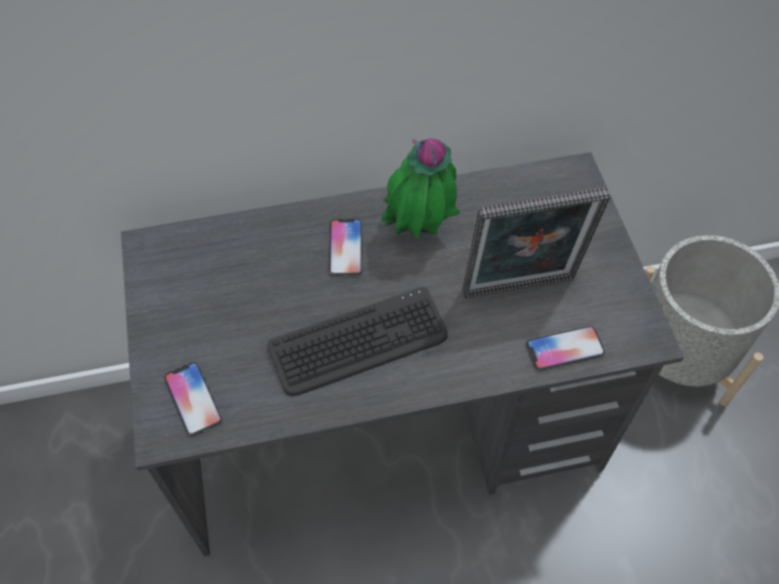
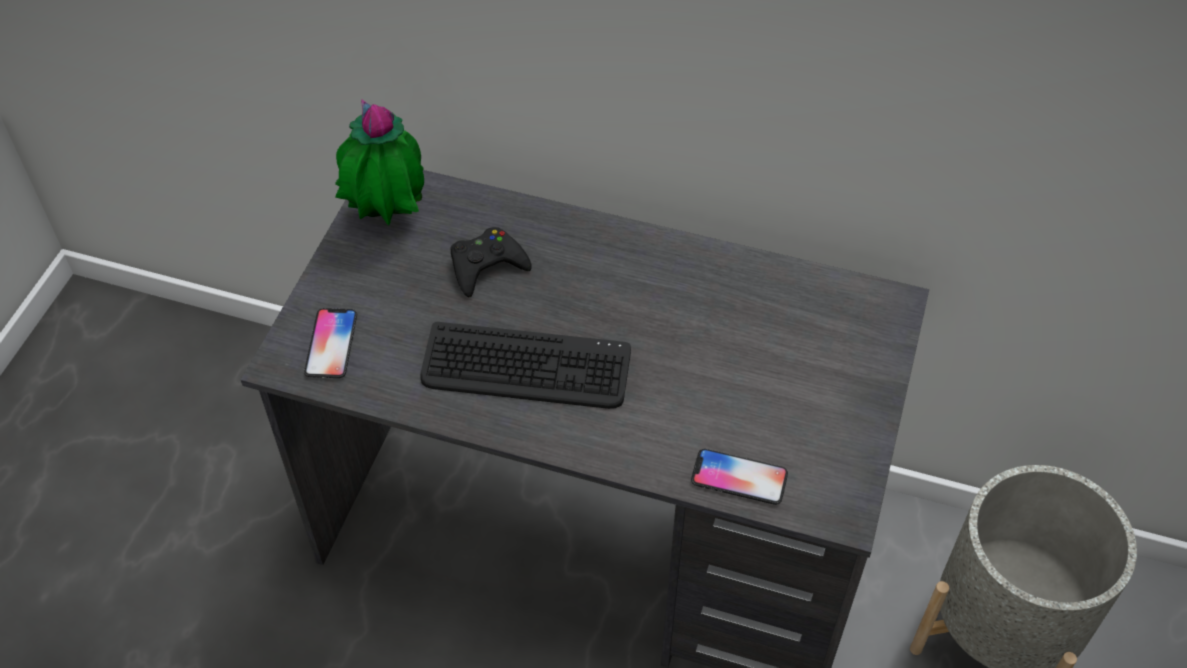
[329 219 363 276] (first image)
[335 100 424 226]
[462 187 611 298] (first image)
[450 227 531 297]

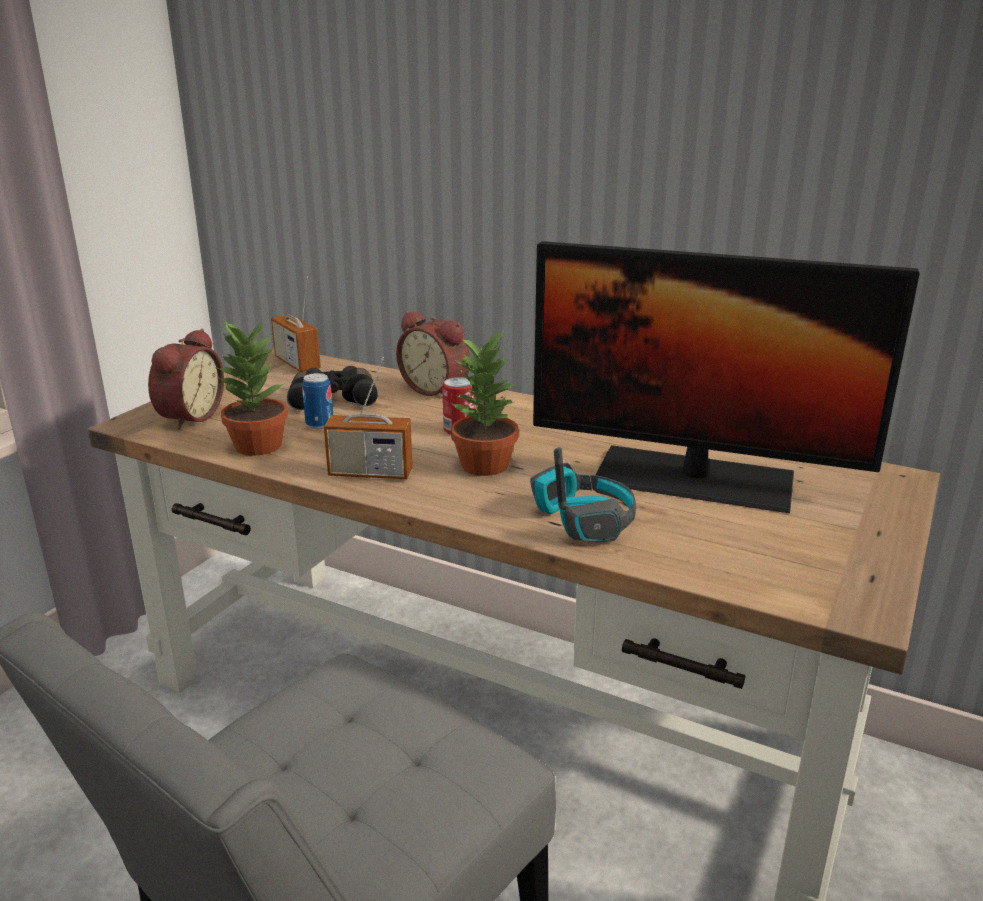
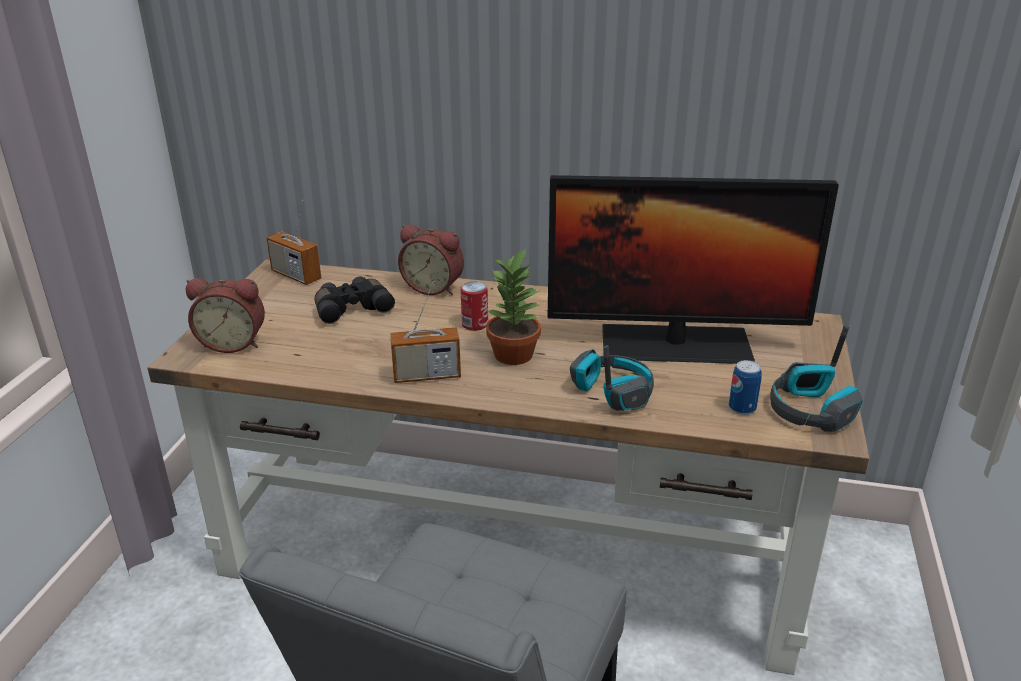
[186 278 265 353]
[216 321 288 456] (first image)
[729 360 762 415]
[770 325 863 432]

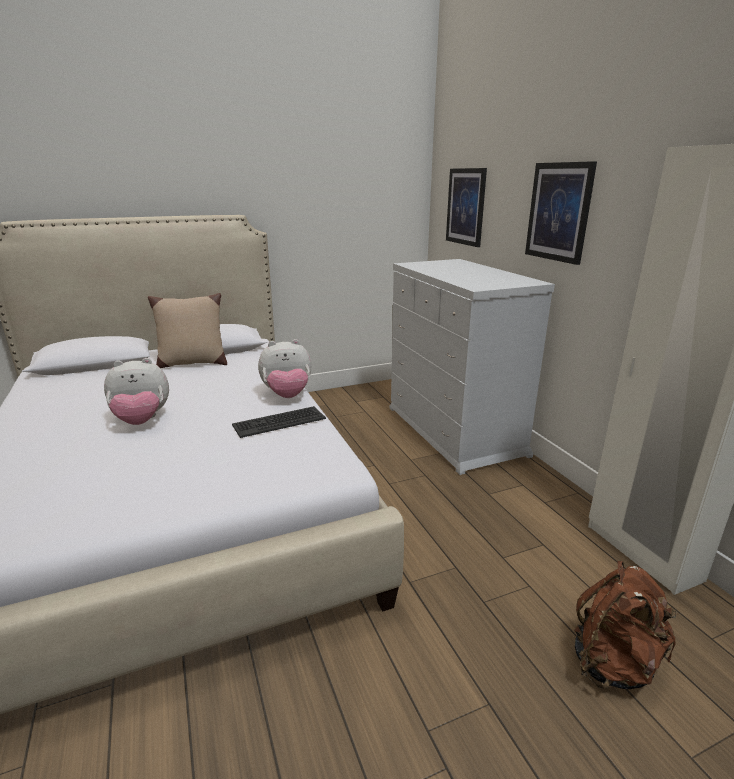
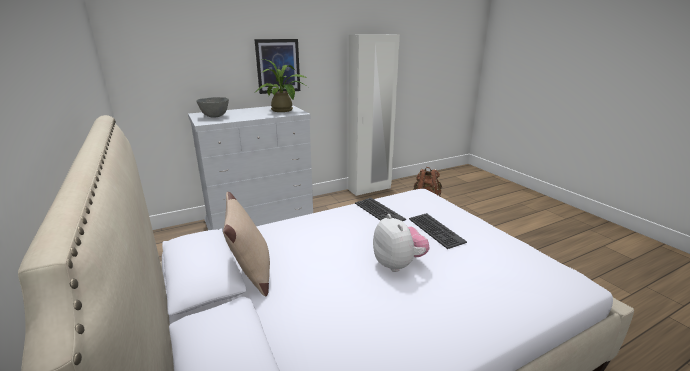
[258 339 311 398] (first image)
[446 168 487 247] (first image)
[196 97 229 118]
[254 59 308 112]
[409 213 467 249]

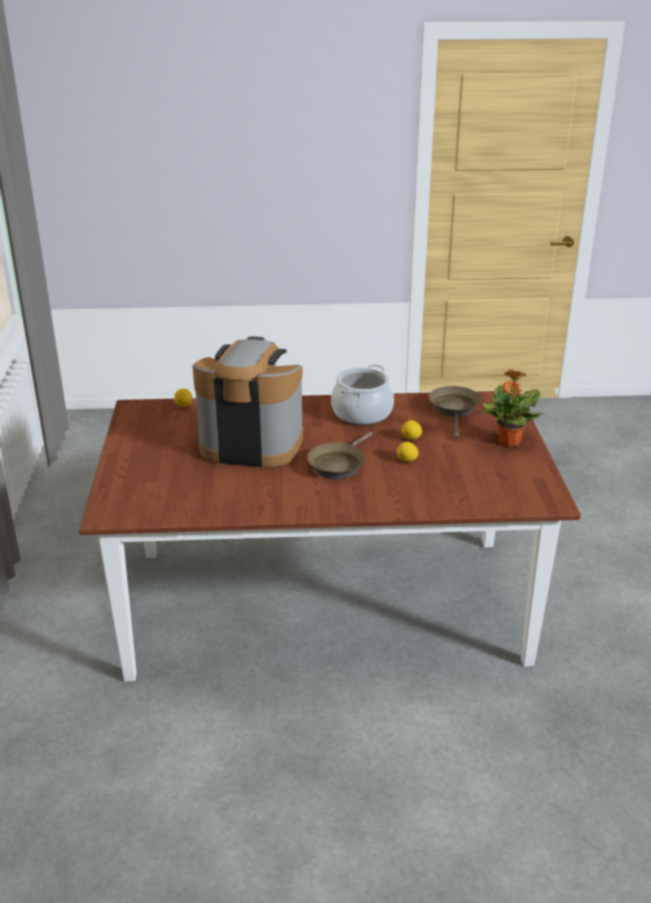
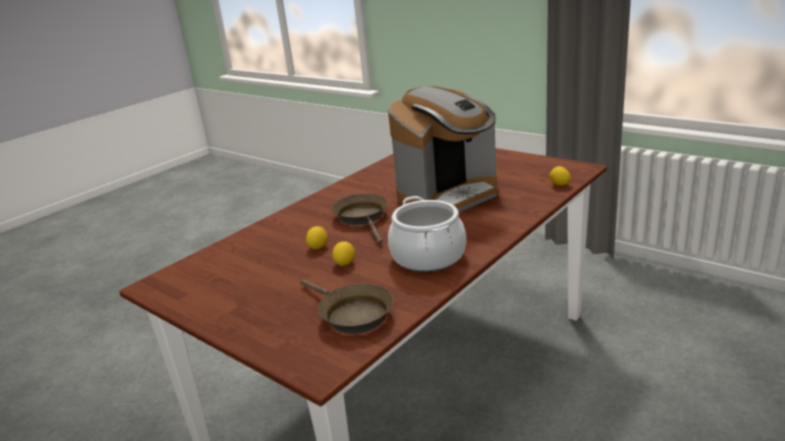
[481 370 543 447] (first image)

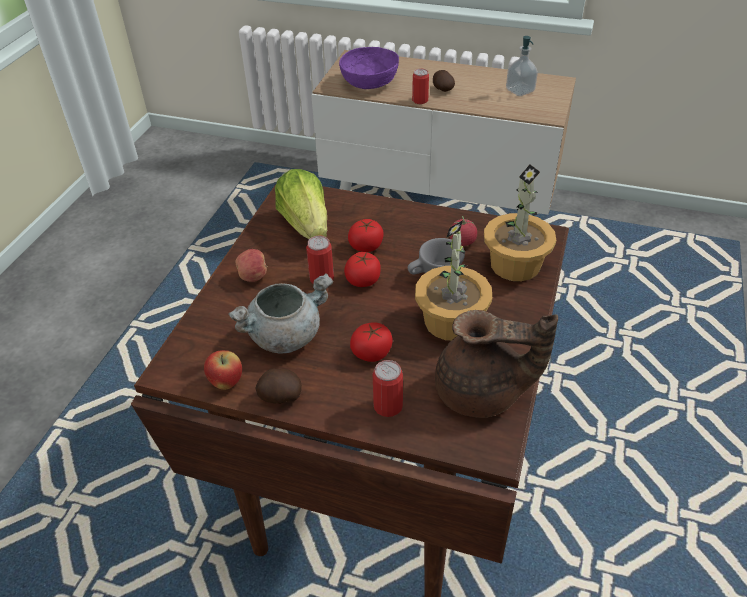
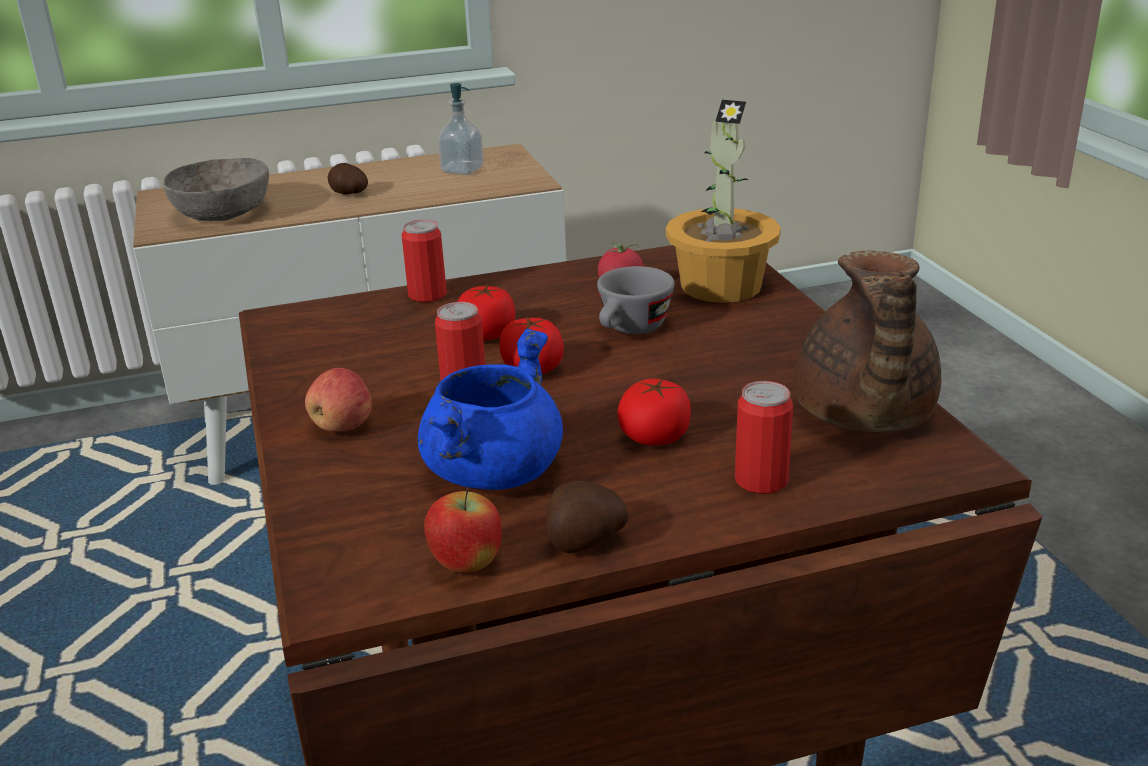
[417 329 563 490]
[275 169 327 239] (first image)
[163 158 269 221]
[402 220 447 302]
[415 220 492 341] (first image)
[794 250 941 432]

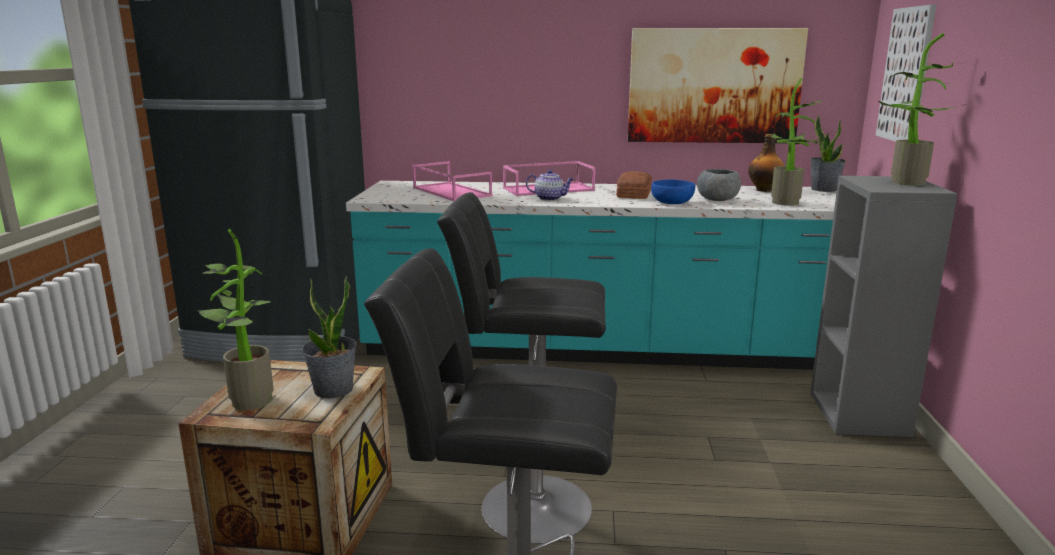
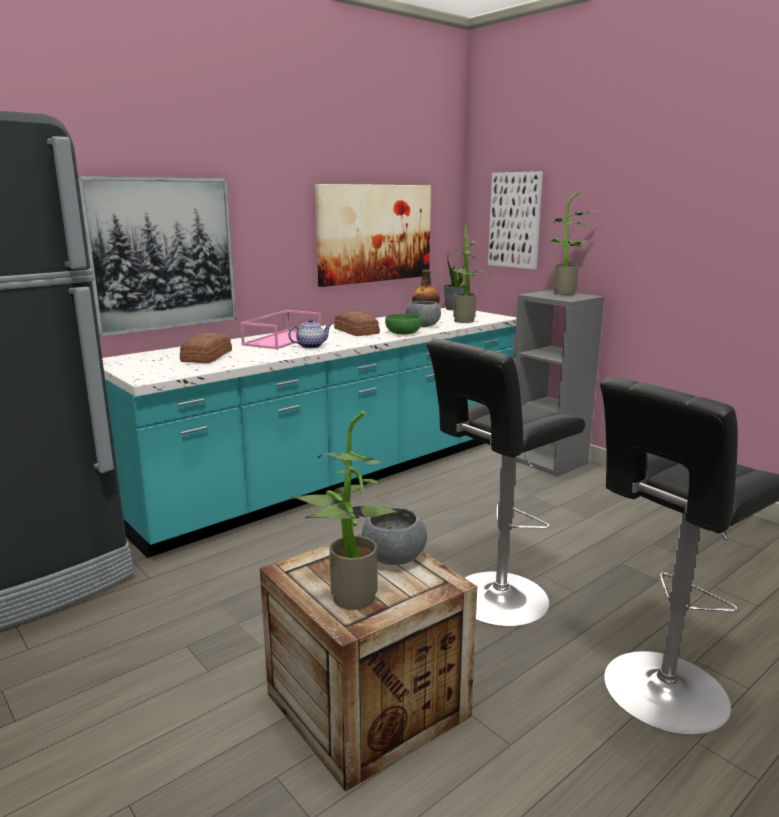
[362 507 427 565]
[180 332 232 363]
[385 314 422 335]
[78 176 237 337]

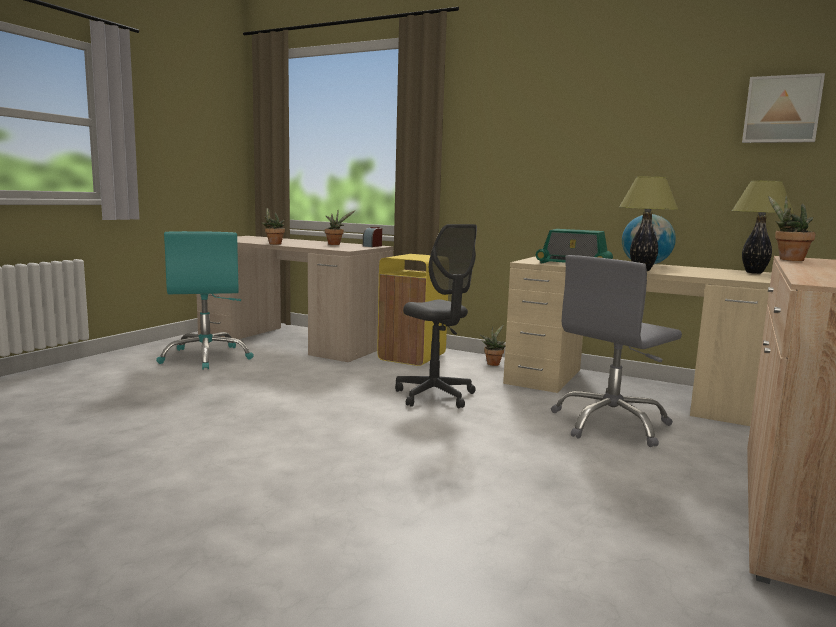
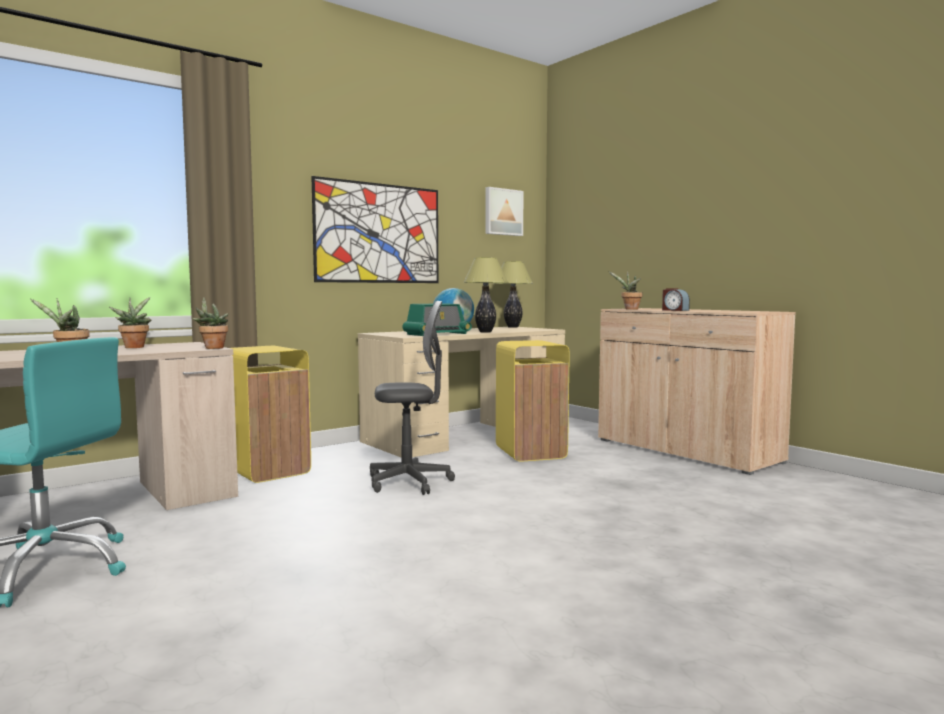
[662 288 690 311]
[192 297 229 349]
[496 340 570 461]
[311 176 438 283]

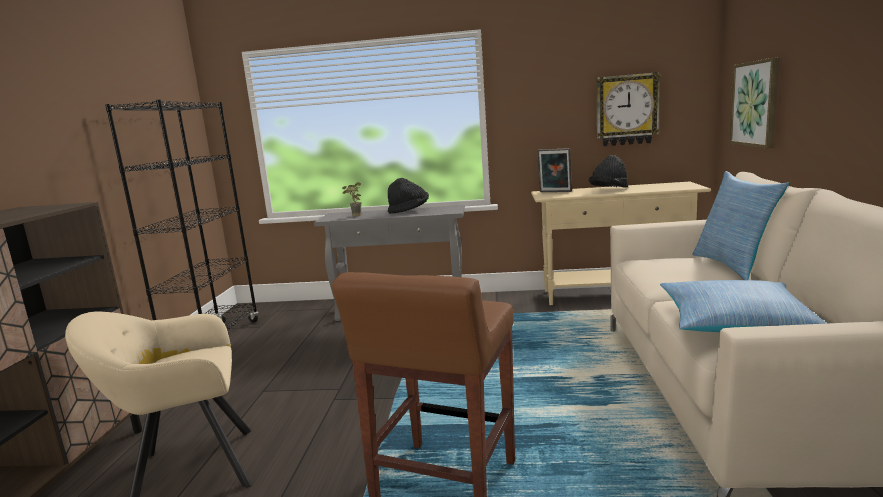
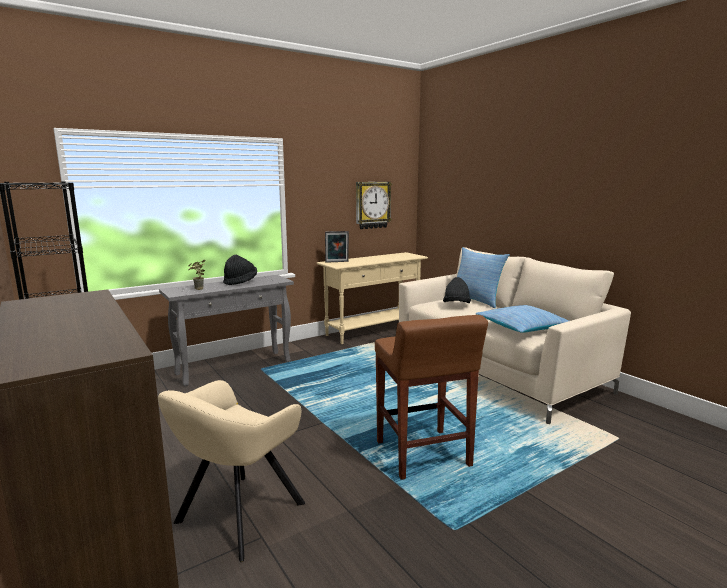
[443 277 471 303]
[729 57 779 148] (first image)

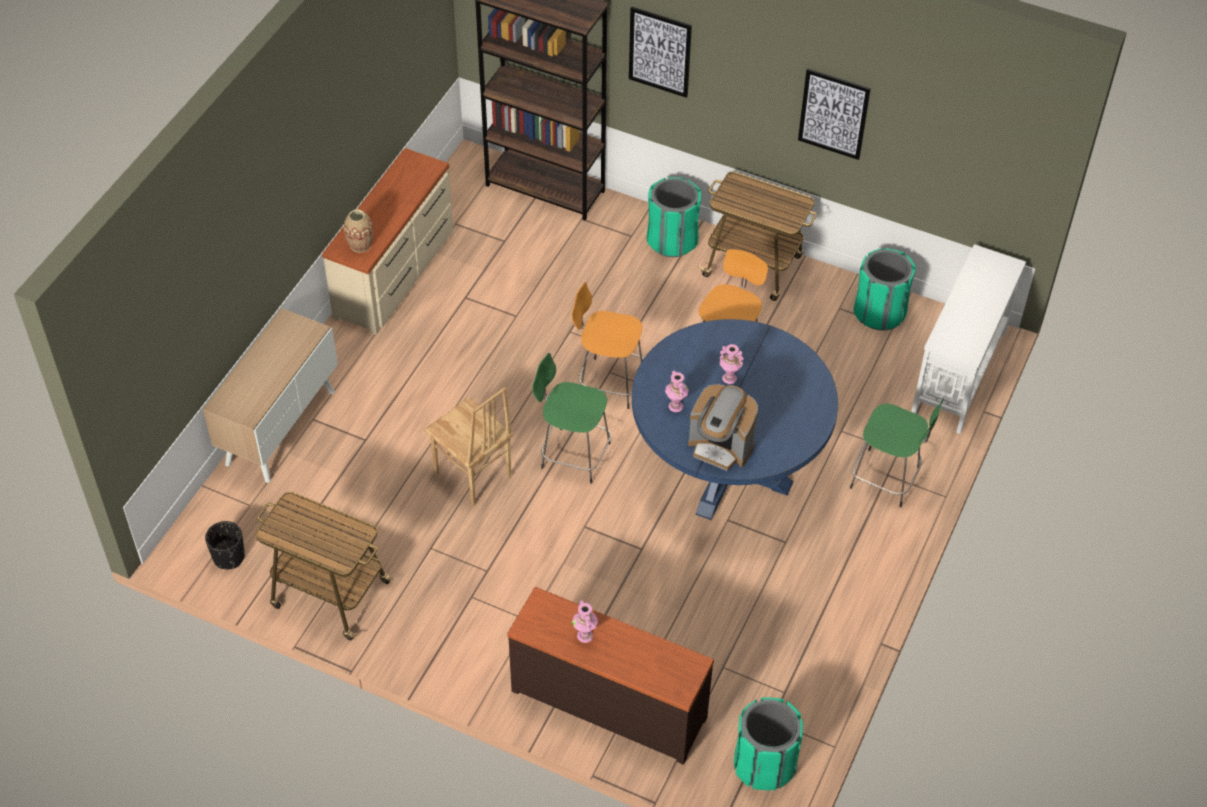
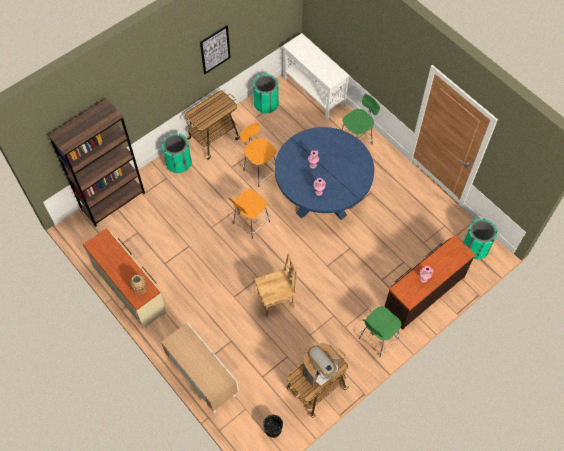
[359 306 401 357]
[629 7 692 98] (first image)
[303 343 339 387]

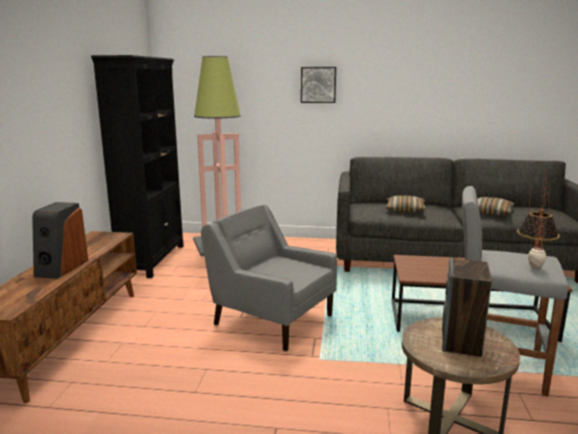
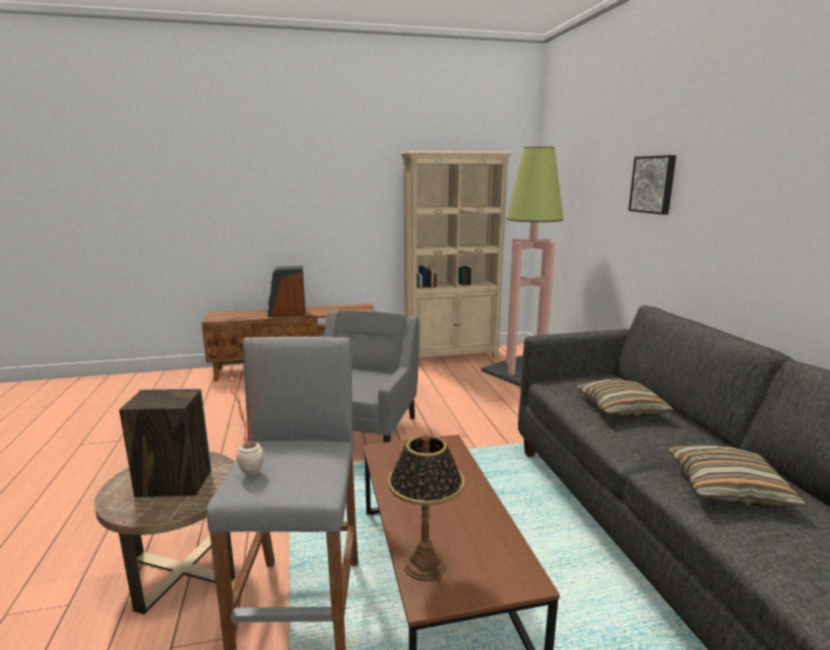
[400 151 512 359]

